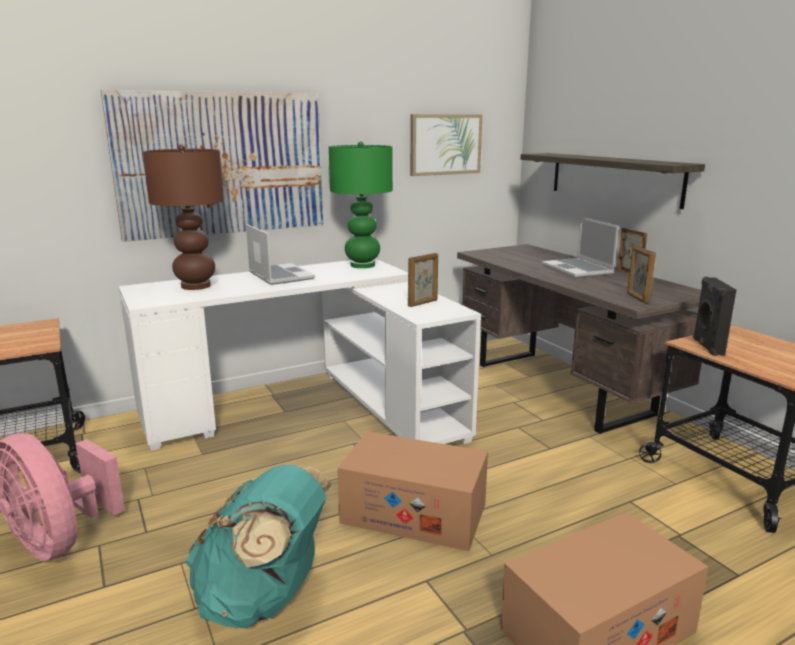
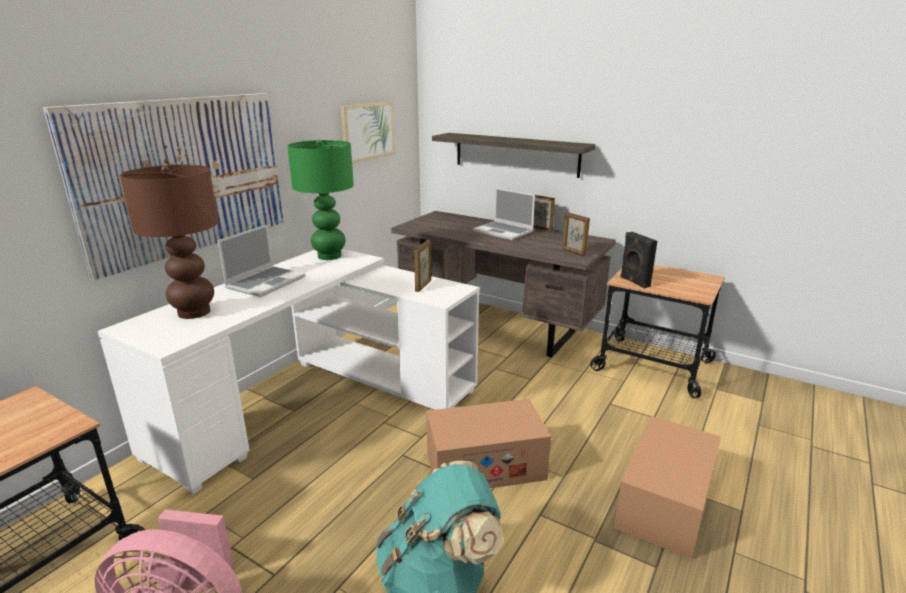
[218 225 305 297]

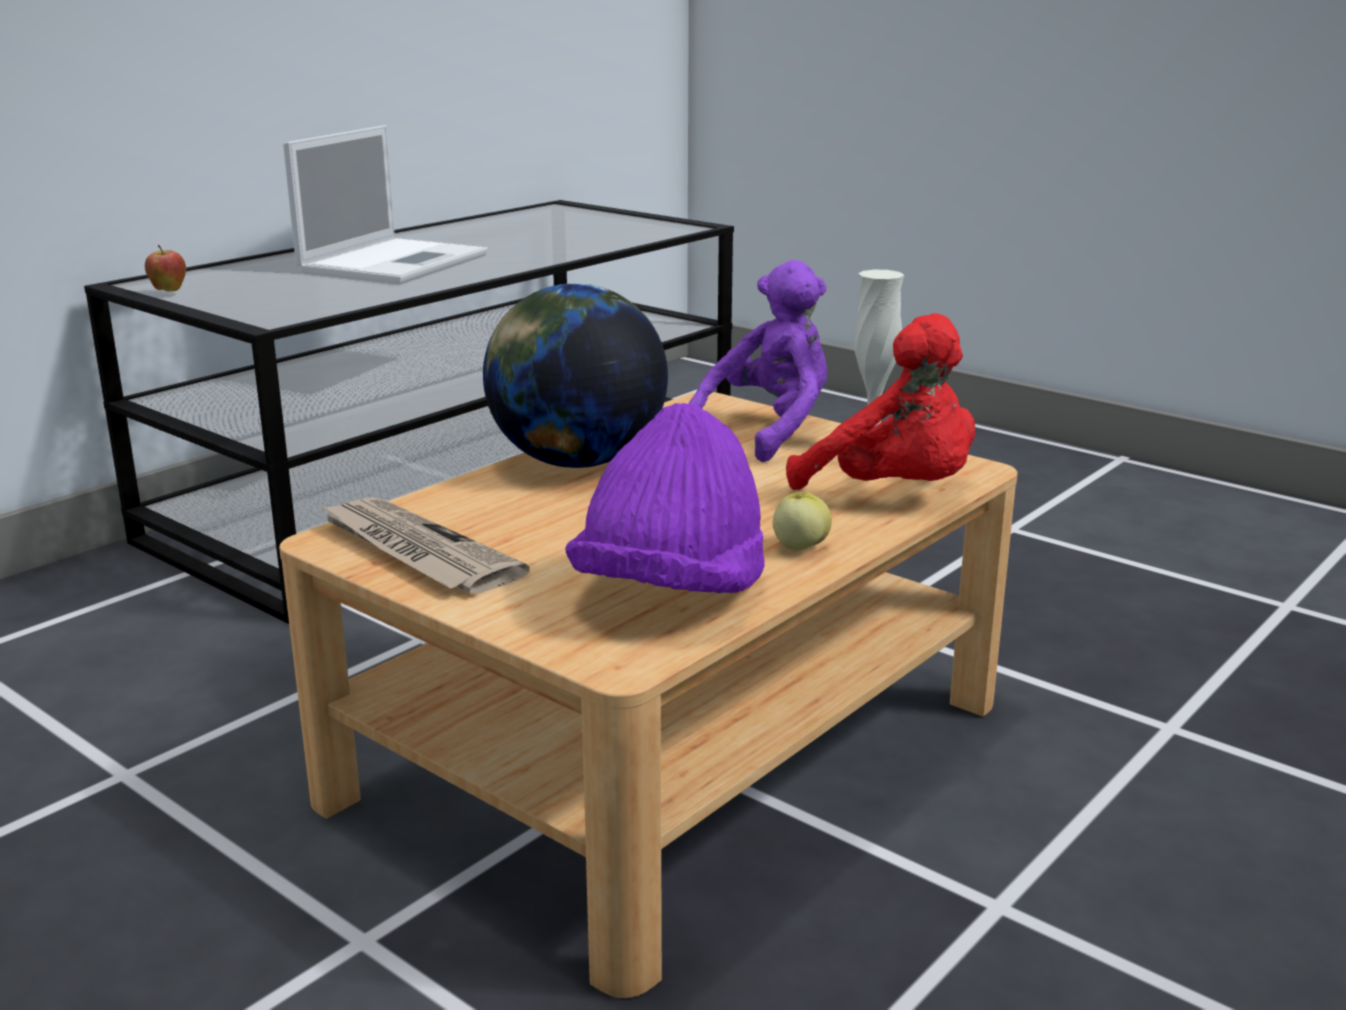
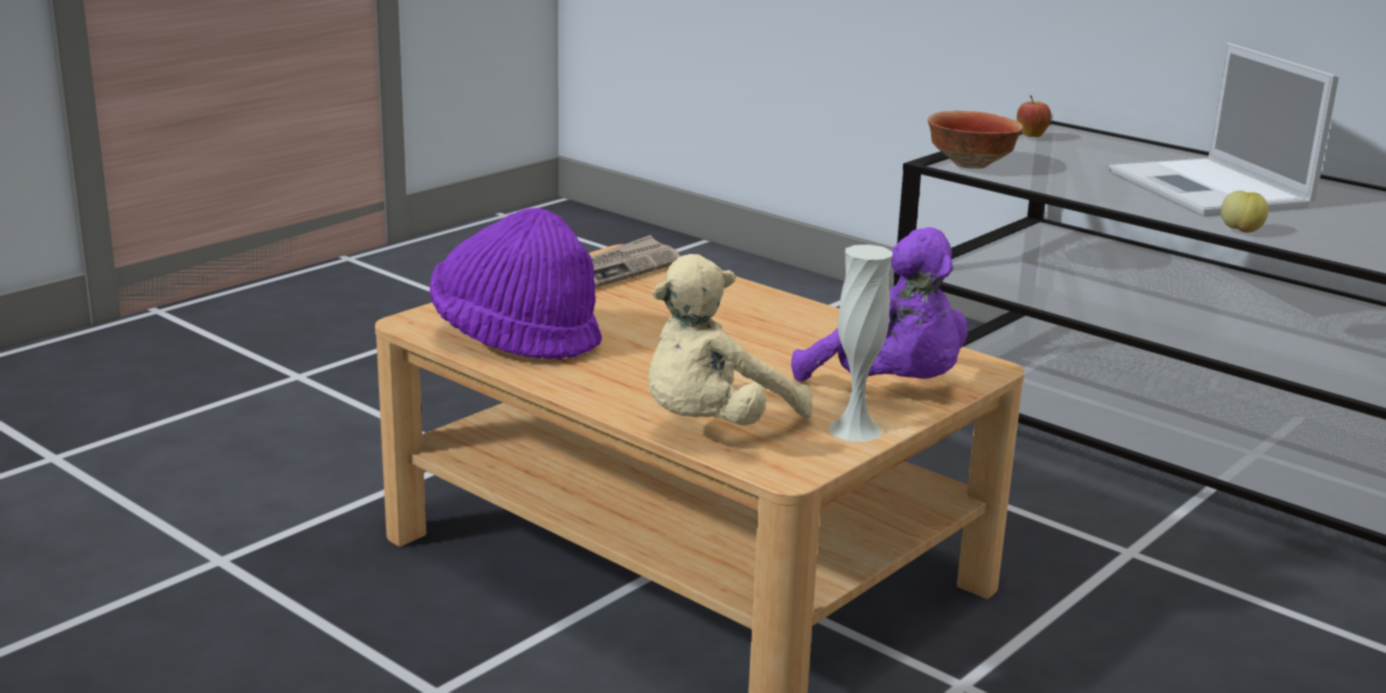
[1109 43 1339 216]
[483 283 668 468] (first image)
[1221 191 1268 233]
[648 254 813 425]
[928 111 1023 169]

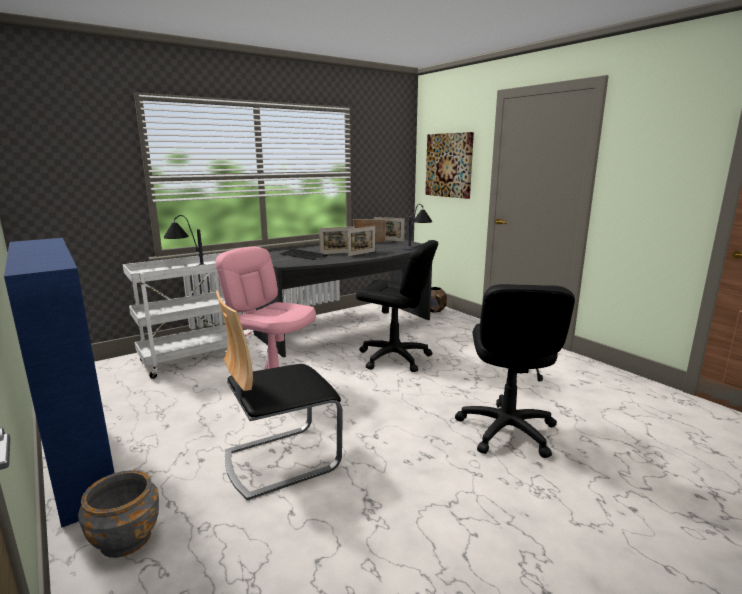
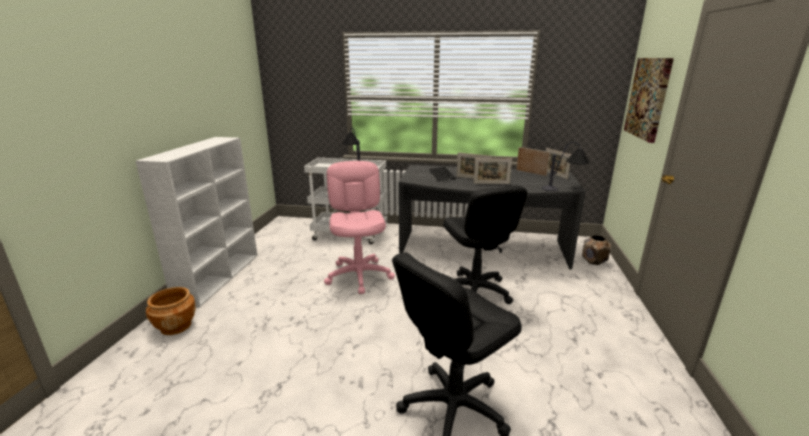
[136 137 258 308]
[146 287 196 335]
[216 290 343 500] (first image)

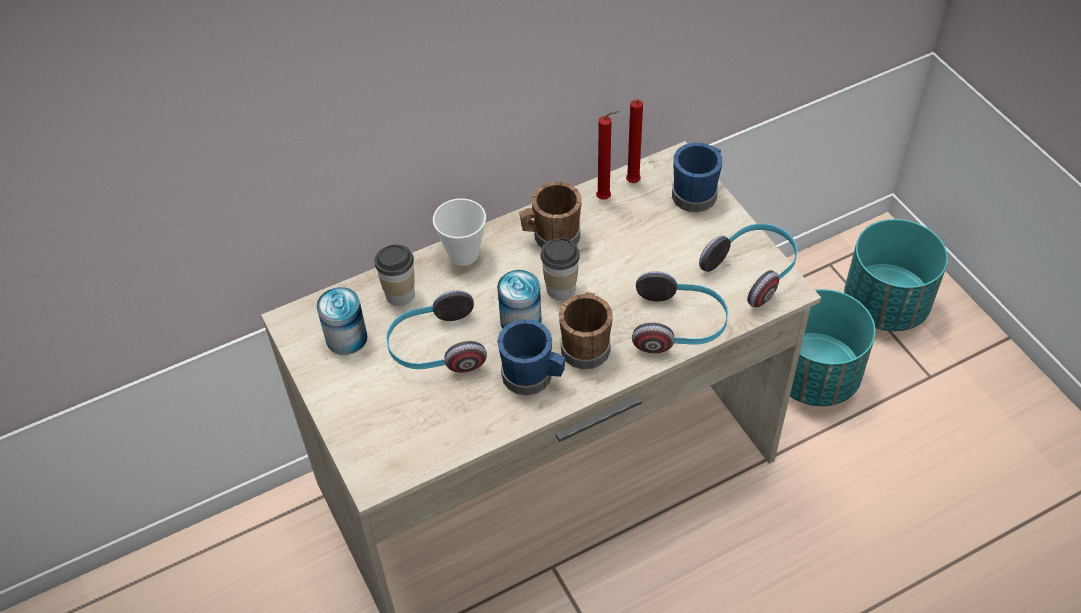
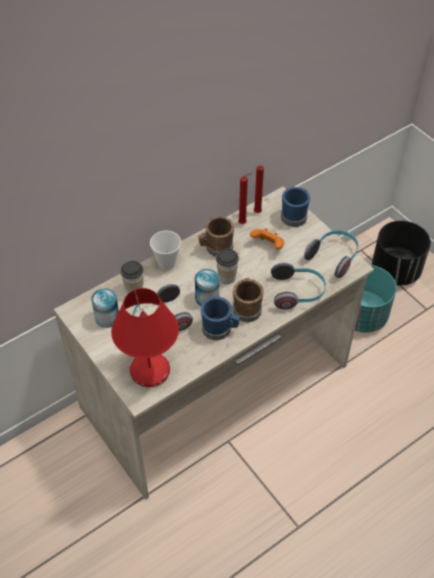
[372 221 431 285]
[111 288 179 387]
[250 228 284 250]

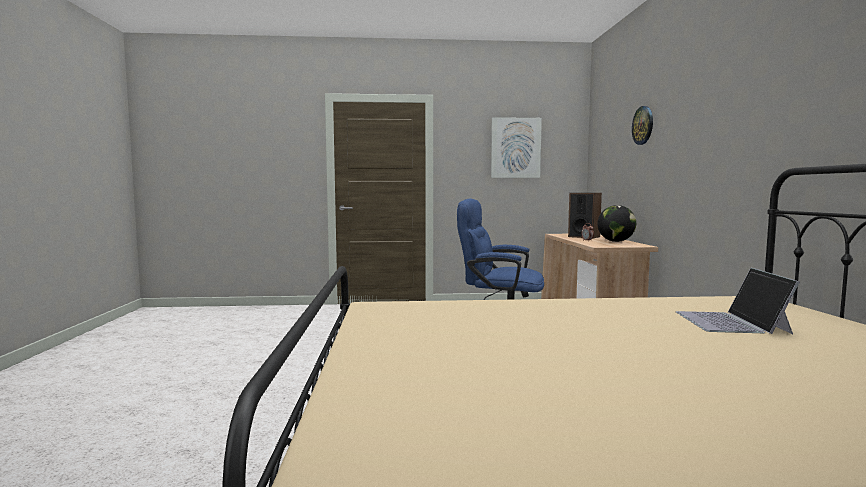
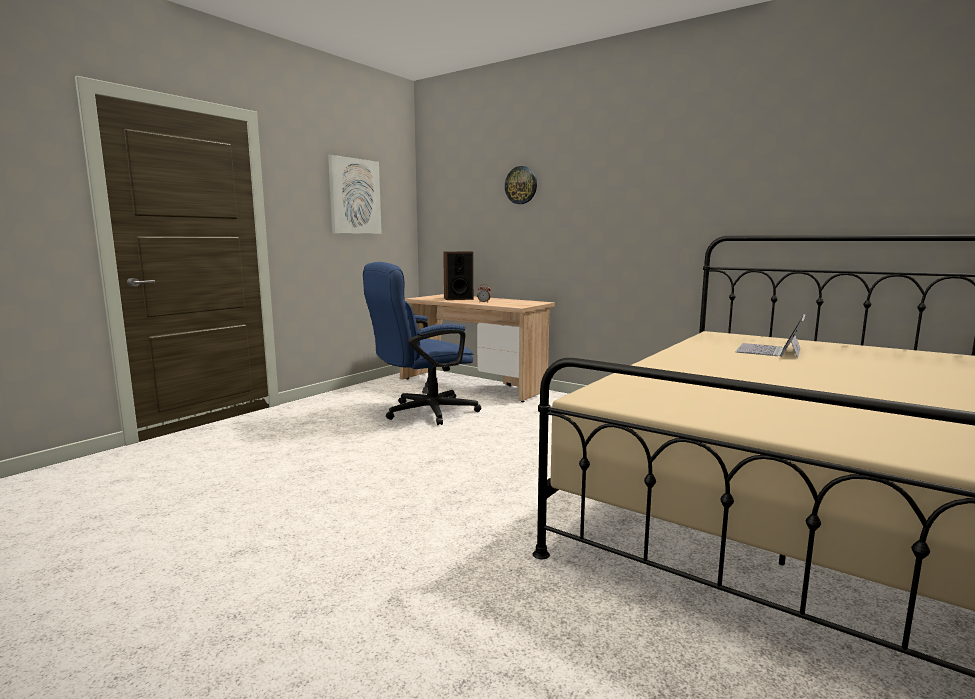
[597 205 636 242] (first image)
[735 314 806 358]

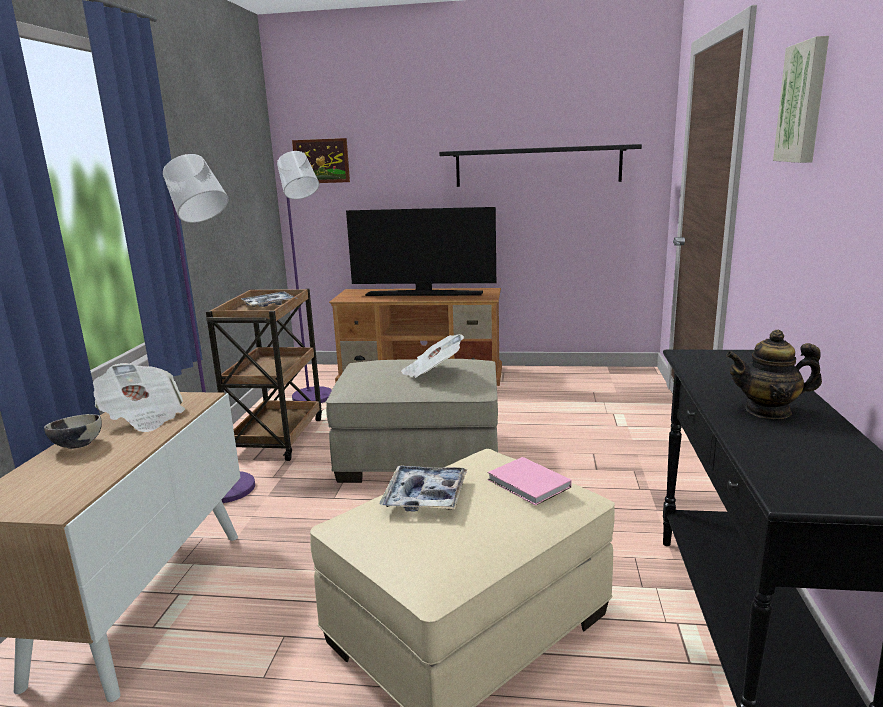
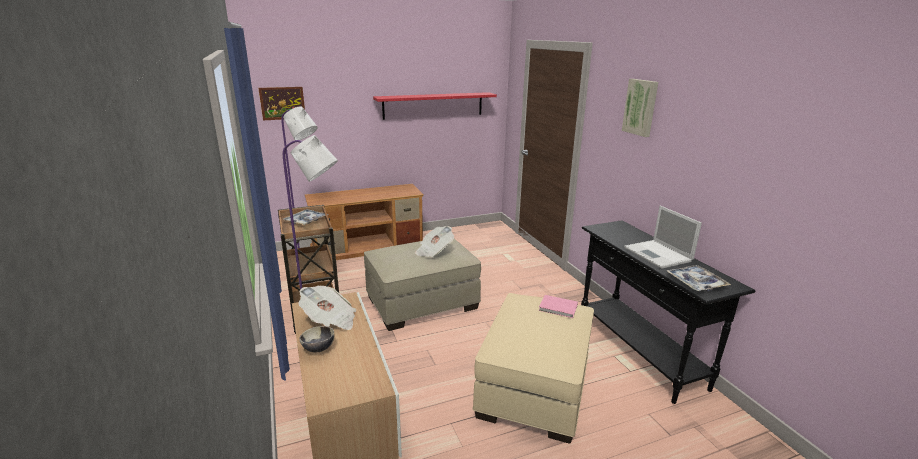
[346 207 496 296] (first image)
[667 265 731 292]
[373 92 497 120]
[624 206 702 269]

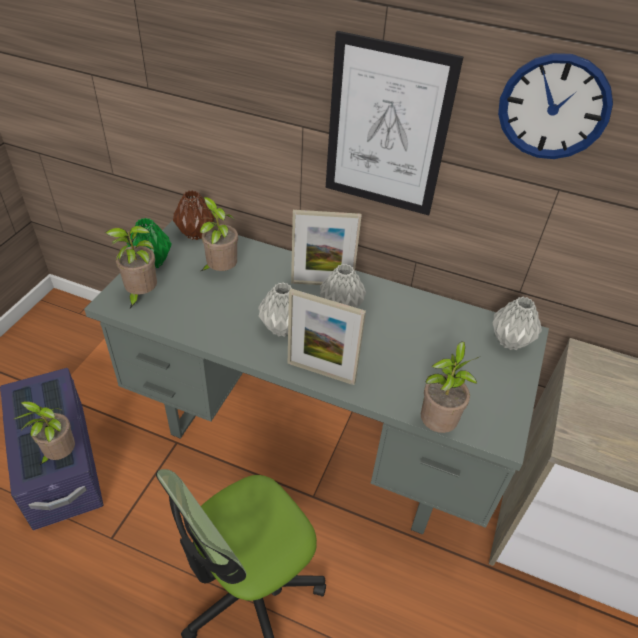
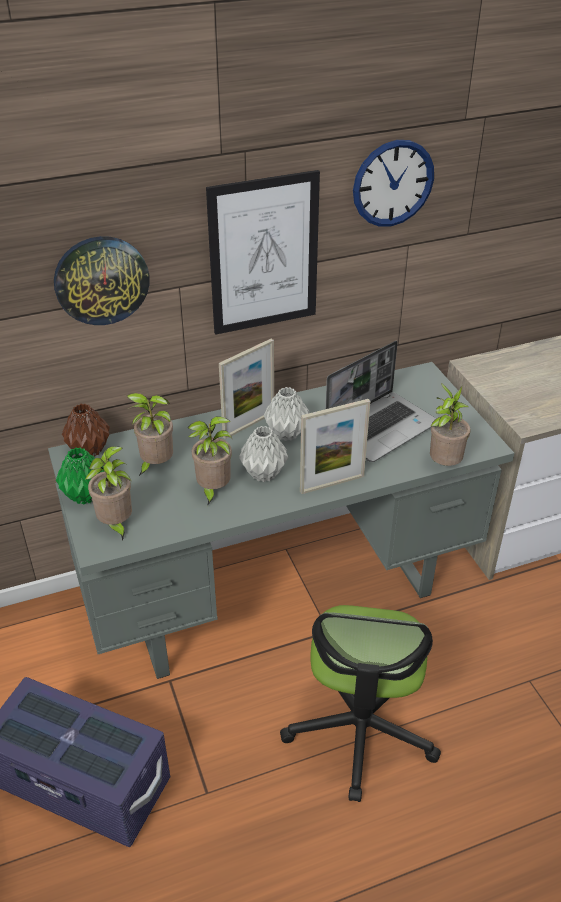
[187 416 233 506]
[492 297 542 350] (first image)
[54 236 150 325]
[325 341 436 462]

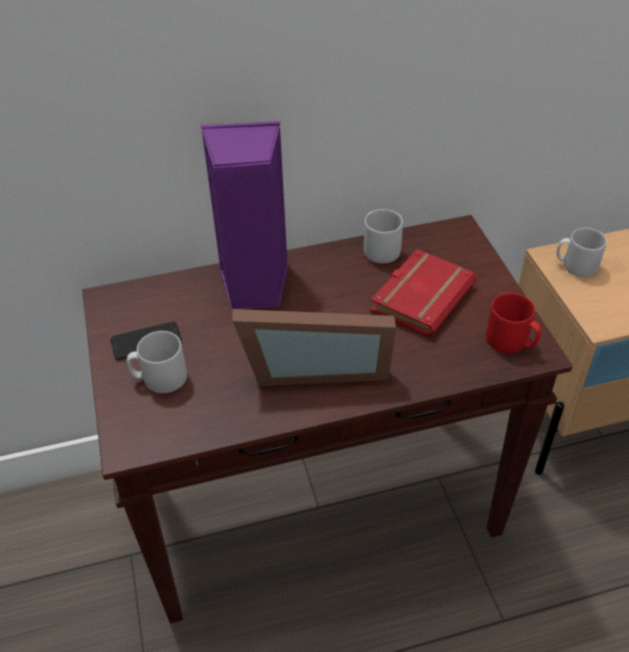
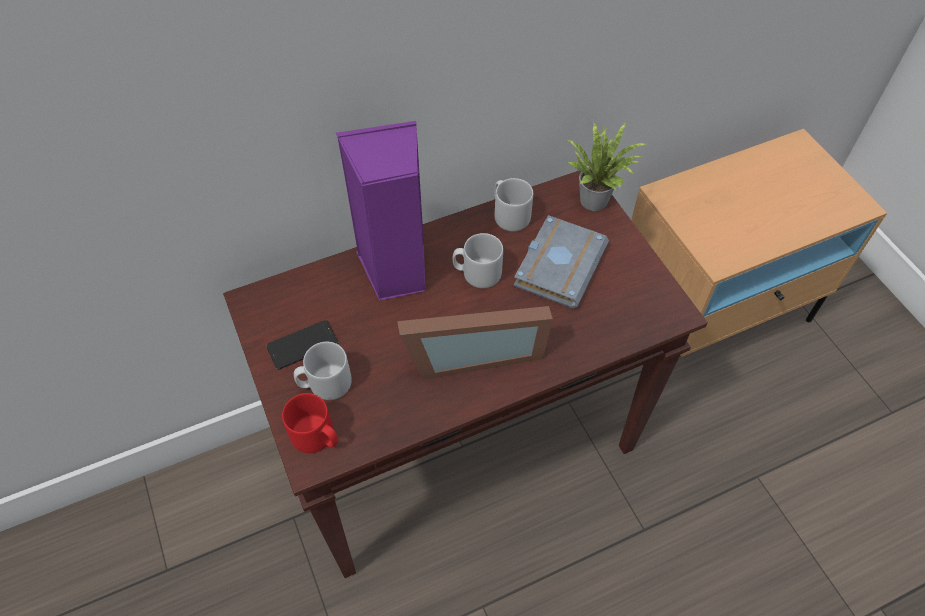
[514 215 609 309]
[282 393 338 453]
[453 233 503 288]
[566 122 648 211]

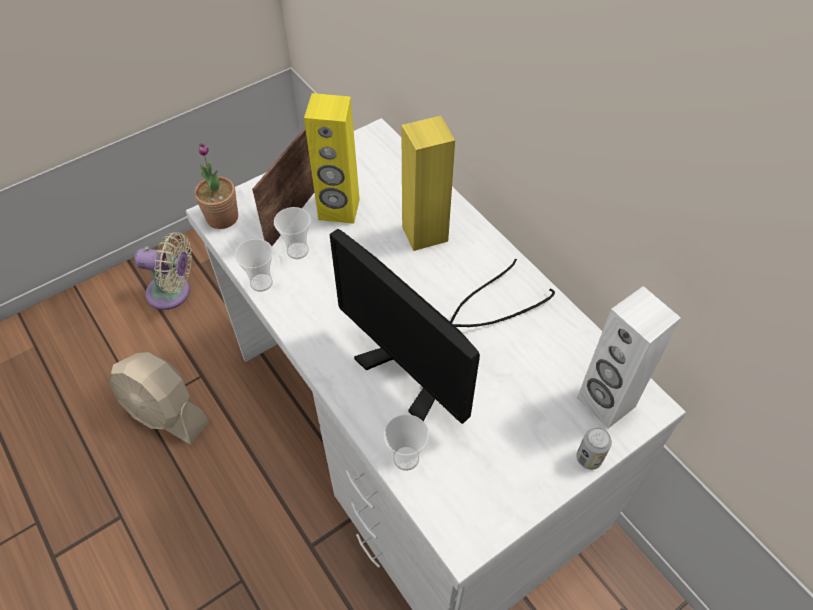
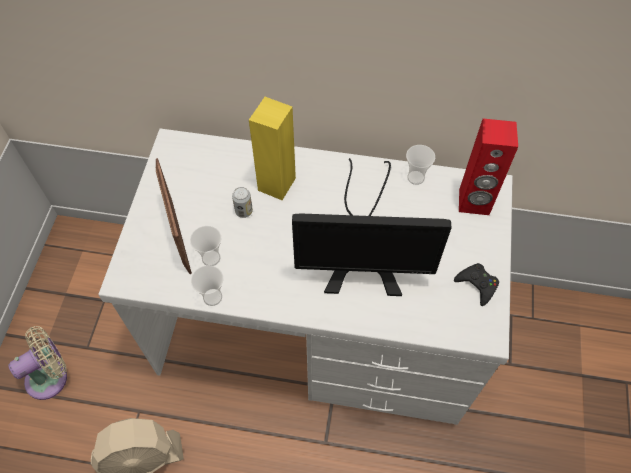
[194 143 238 229] (first image)
[304 93 360 224] (first image)
[406 145 435 185]
[232 187 253 218]
[459 118 518 215]
[454 263 499 306]

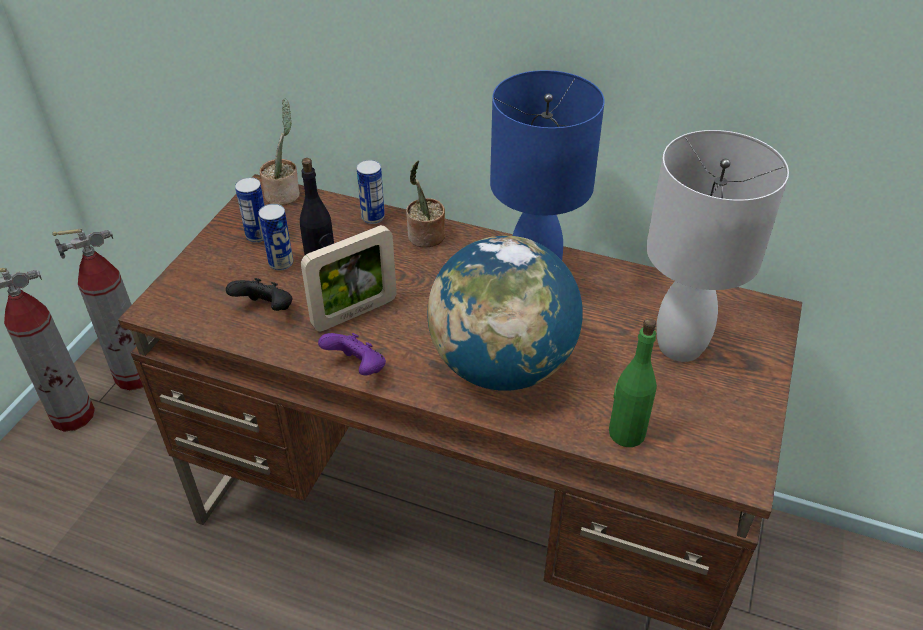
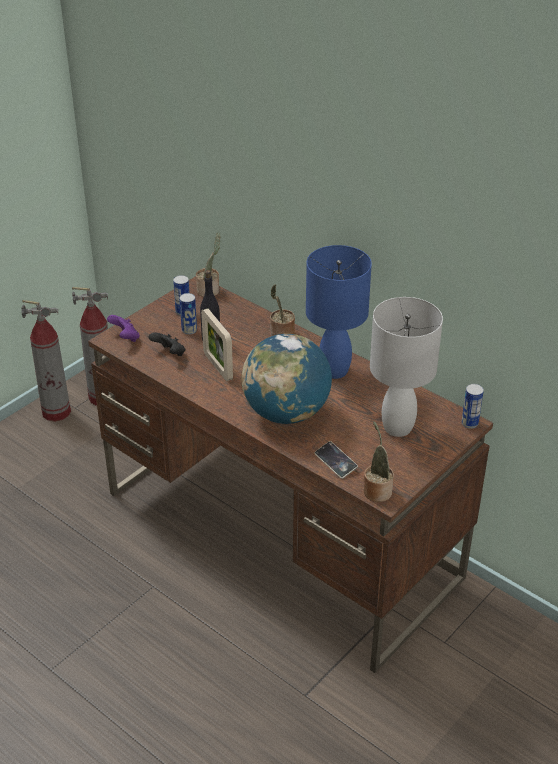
[201 308 233 381]
[107 315 140 342]
[461 384 484 429]
[314 441 358 479]
[364 421 394 502]

